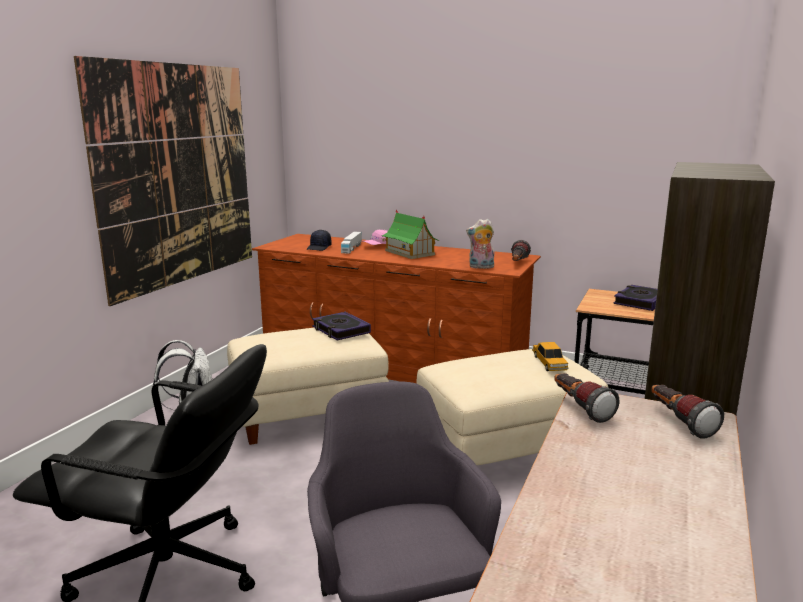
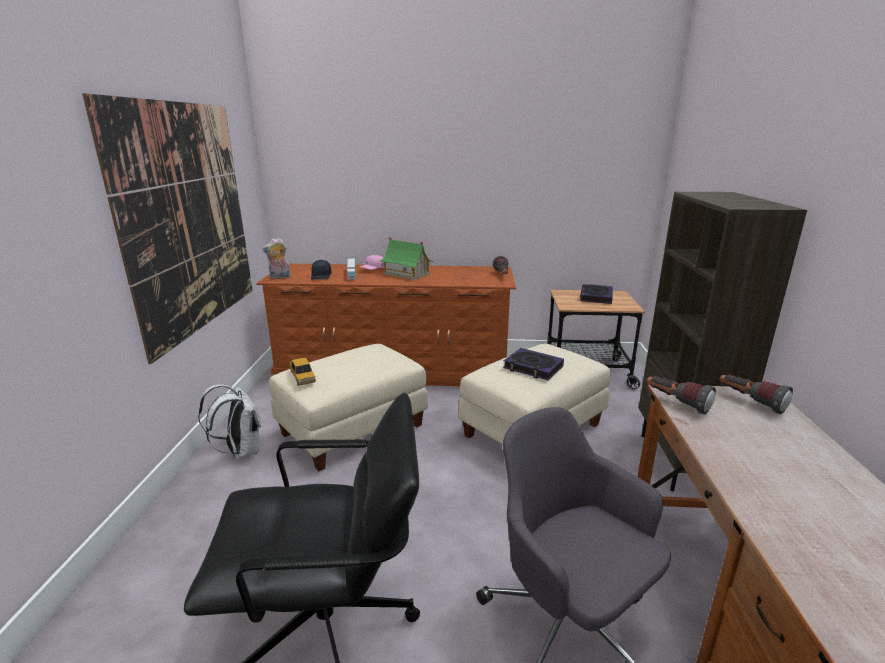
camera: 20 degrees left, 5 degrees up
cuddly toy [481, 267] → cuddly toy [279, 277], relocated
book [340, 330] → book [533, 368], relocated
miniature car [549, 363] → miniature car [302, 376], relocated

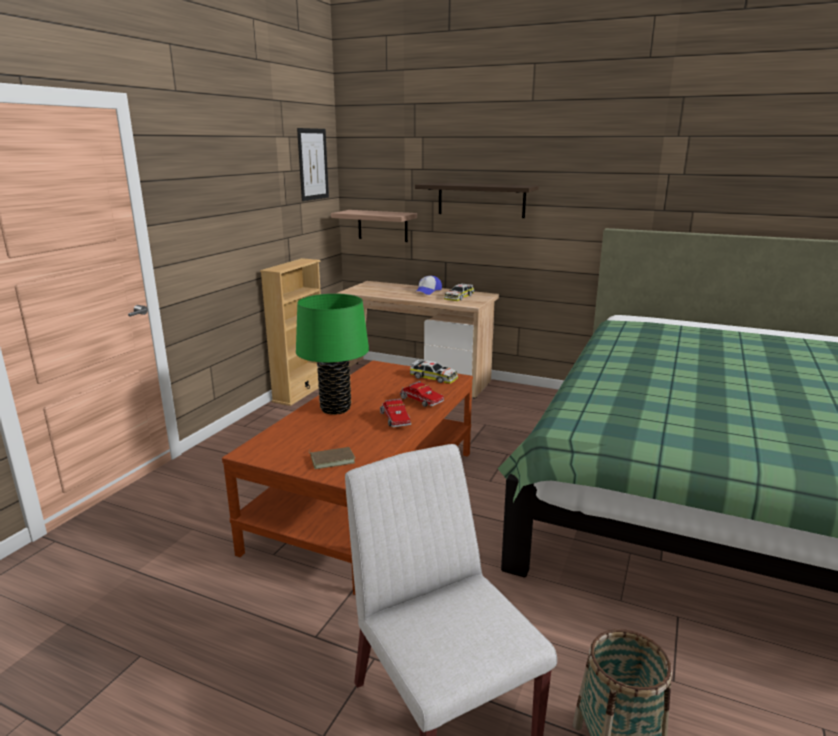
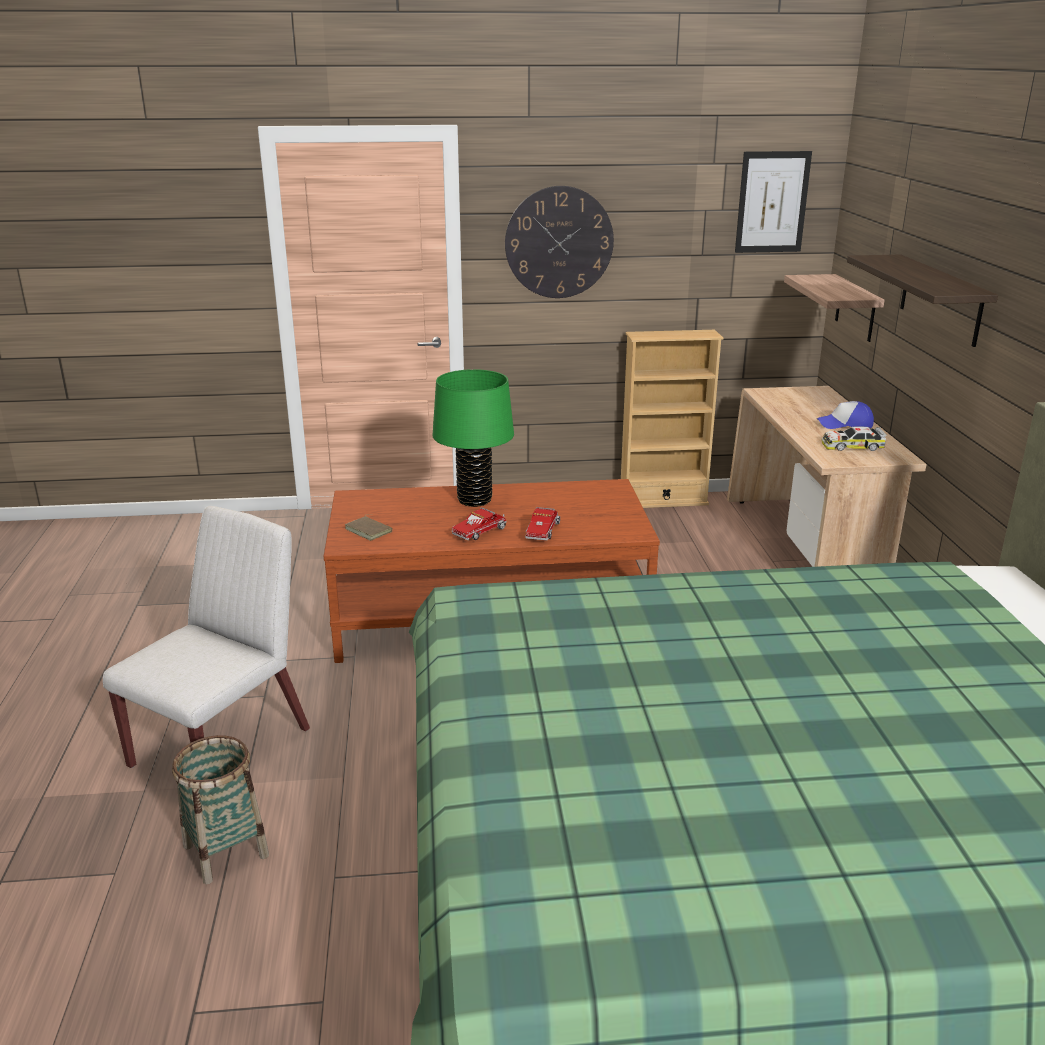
camera: 60 degrees right, 5 degrees up
miniature car [433, 377] → -
- → hanging clock [559, 242]

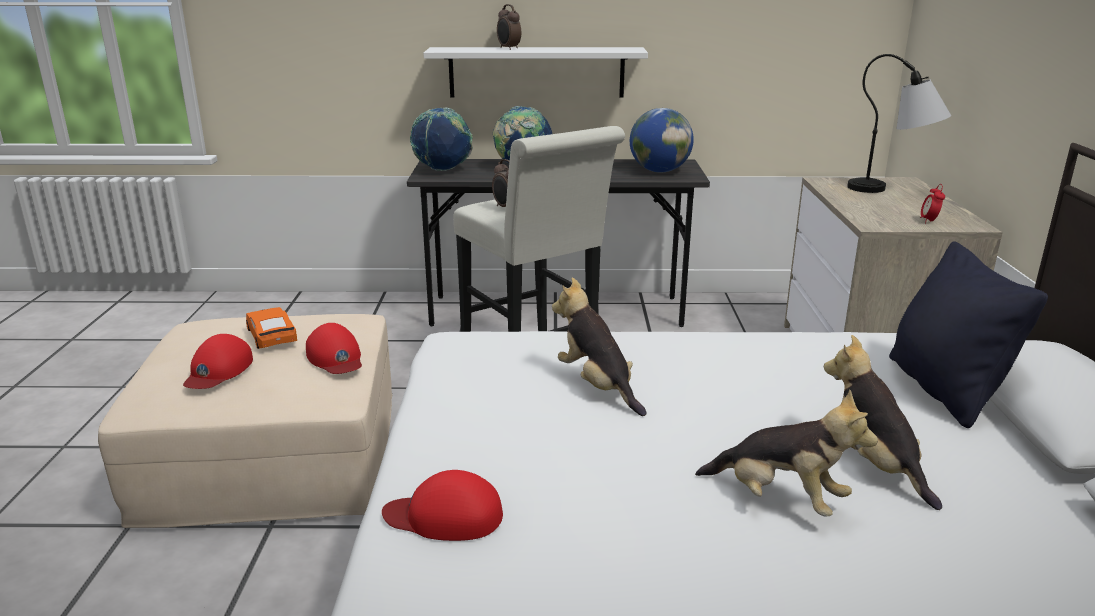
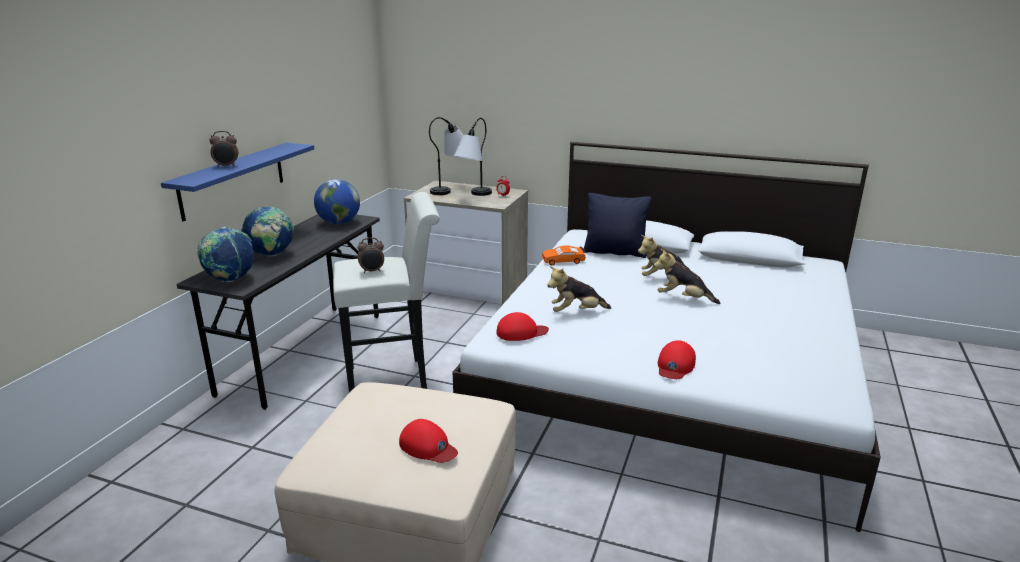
camera: 70 degrees left, 0 degrees up
shelf (white-coloured) [536, 72] → shelf (blue-coloured) [233, 180]
miniature car (orange-coloured) [271, 336] → miniature car (orange-coloured) [563, 260], relocated
baseball cap (reddish) [335, 357] → baseball cap (reddish) [521, 332], relocated
cuddly toy [780, 499] → cuddly toy [683, 299], 120 degrees counterclockwise
- → lamp for a table [473, 196]

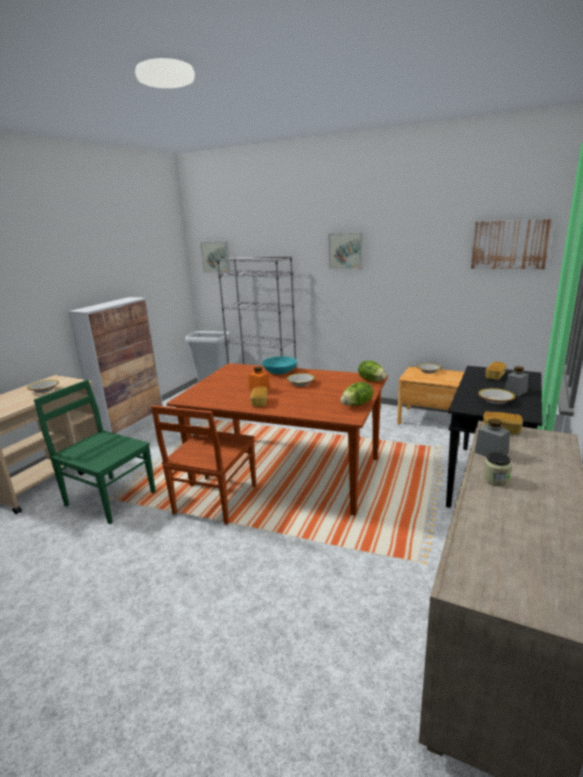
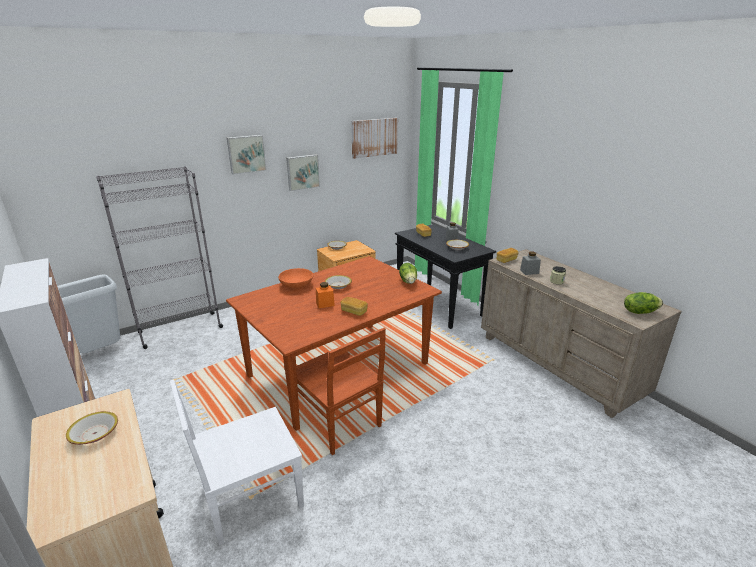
camera: 60 degrees left, 5 degrees up
wall picture [216, 257] → wall picture [302, 172], relocated
bowl (turquoise-coloured) [279, 372] → bowl (orange-coloured) [296, 285]
lettuce head [371, 380] → lettuce head [639, 312], relocated
upright chair (green-coloured) [109, 498] → upright chair (white-coloured) [249, 498]

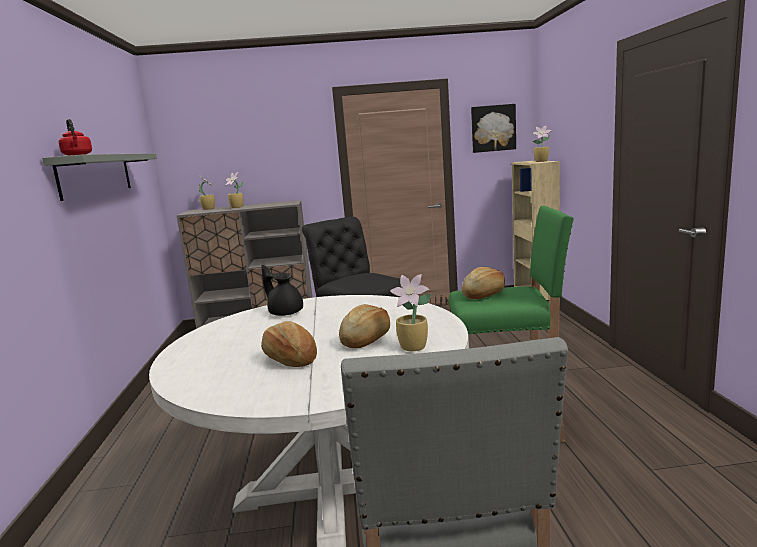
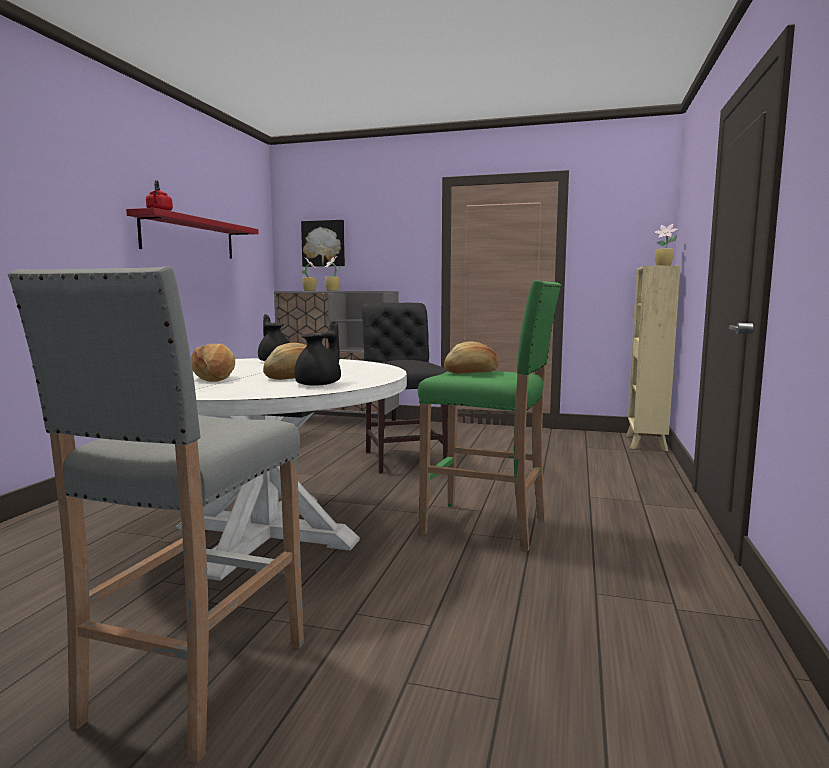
camera: 20 degrees right, 5 degrees down
wall picture [493, 128] → wall picture [323, 243], relocated
shelf (grey) [96, 175] → shelf (reddish) [189, 237]
houseplant [414, 347] → pot for tea (black) [320, 384]

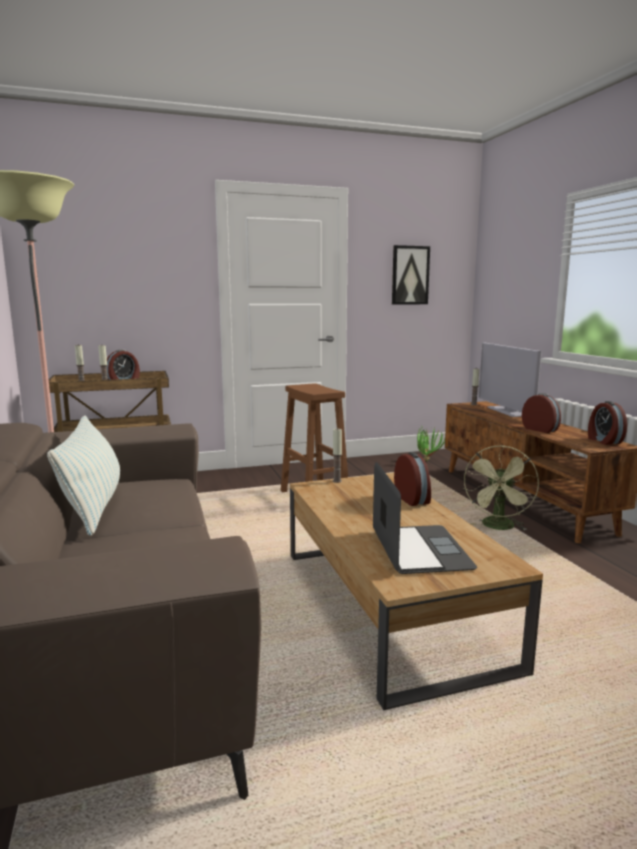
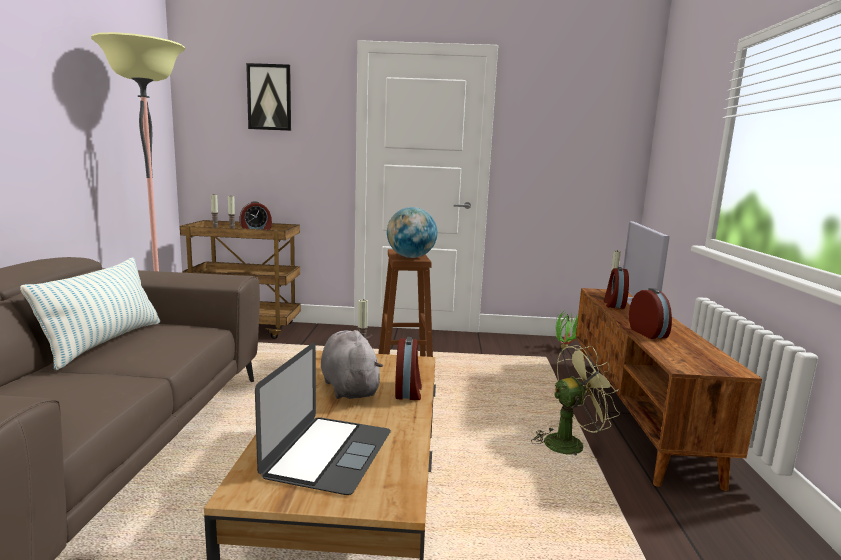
camera: 20 degrees right, 0 degrees up
wall picture [410, 275] → wall picture [269, 97], relocated
bedside clock [603, 441] → bedside clock [613, 304], relocated
fan (green-coloured) [498, 527] → fan (green-coloured) [570, 443], 150 degrees counterclockwise
- → world globe [410, 257]
- → cuddly toy (grey) [349, 387]

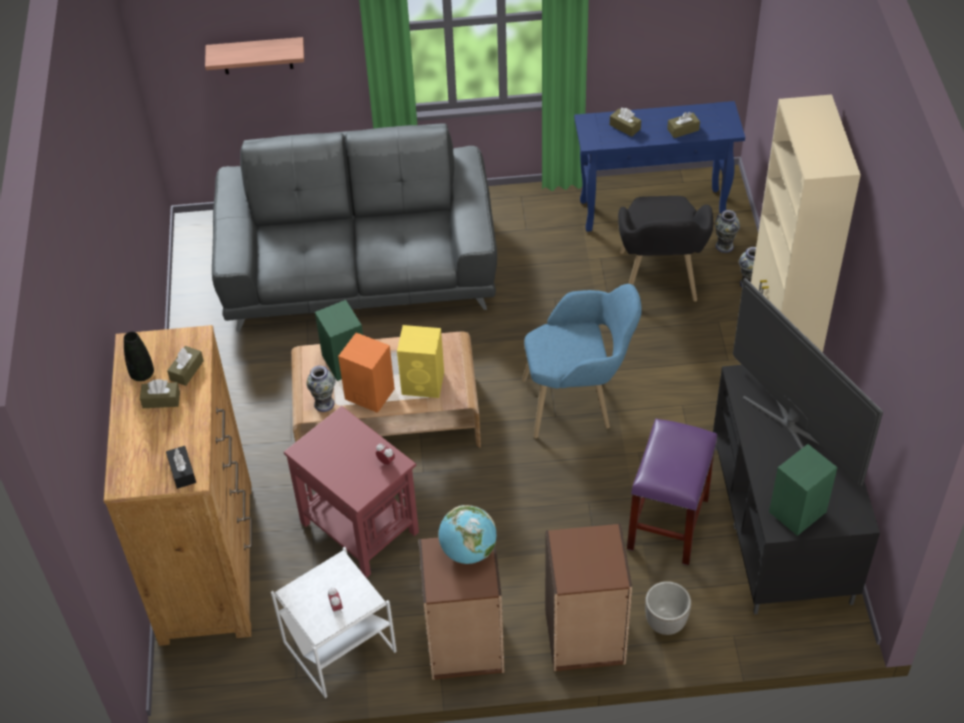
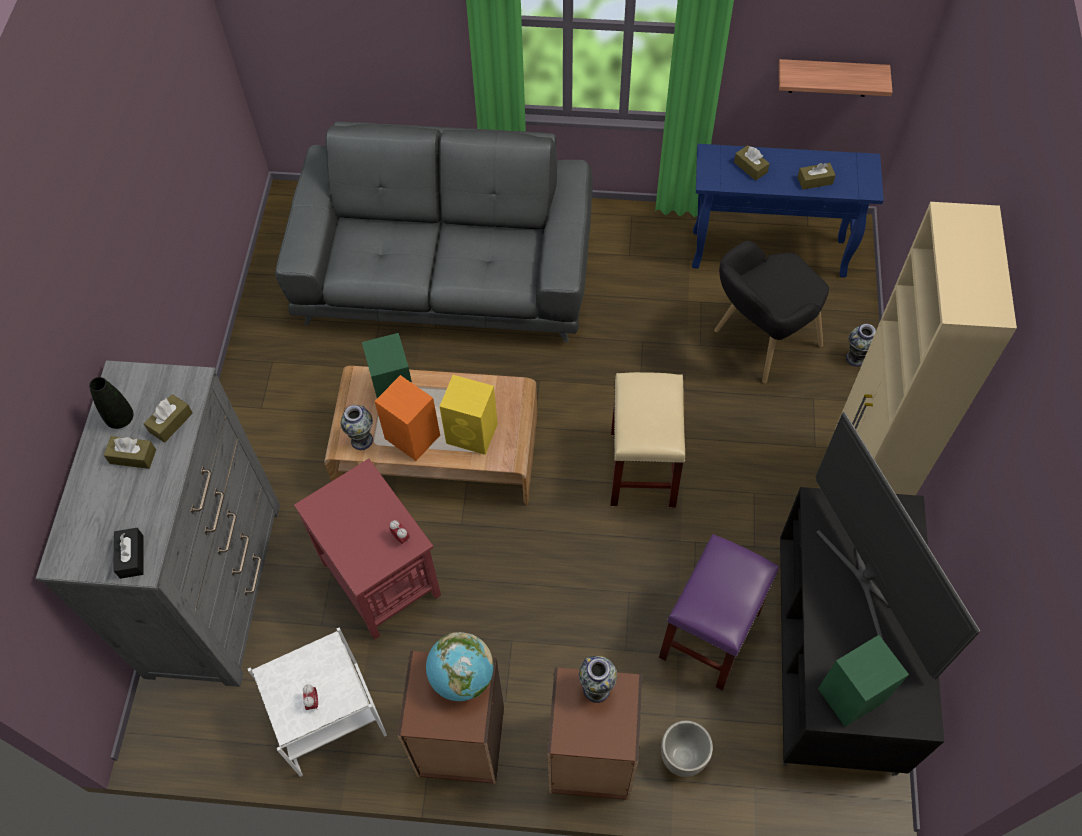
camera: 10 degrees right, 10 degrees up
shelf [257, 55] → shelf [830, 78], relocated
lounge chair (black) [658, 286] → lounge chair (black) [757, 345], 45 degrees clockwise
vase [724, 246] → vase [596, 689], relocated
lounge chair (blue-coloured) [579, 402] → sitting stool (beige-coloured) [643, 469]
dresser (brown) [207, 560] → dresser (grey) [216, 587]

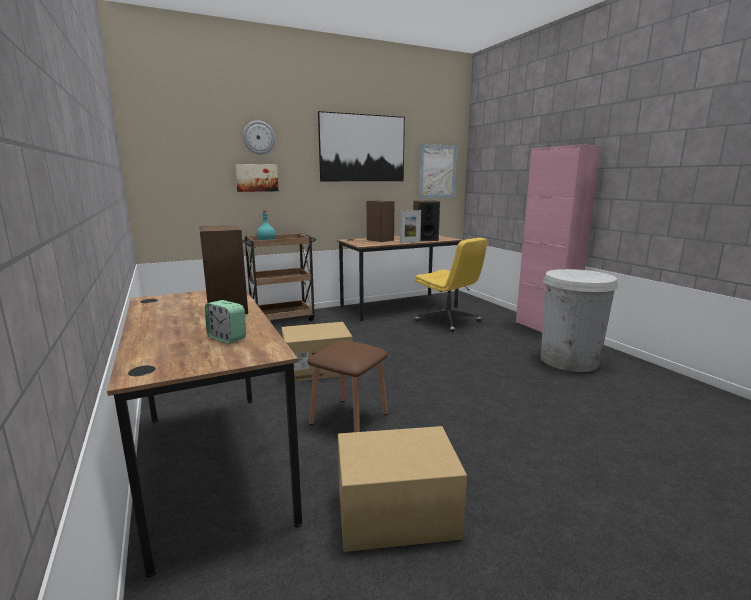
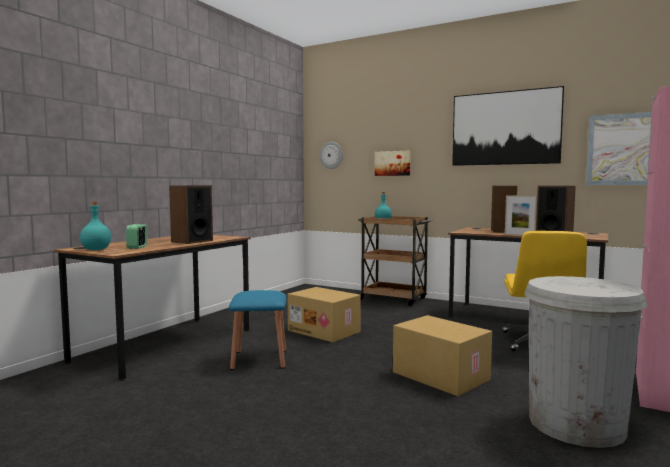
camera: 55 degrees right, 10 degrees down
hanging clock [259, 137] → hanging clock [331, 155], relocated
sitting stool (brown) [349, 418] → sitting stool (blue-coloured) [259, 359]
packing box [396, 515] → packing box [439, 376], relocated
- → beverage bottle (turquoise-coloured) [96, 250]

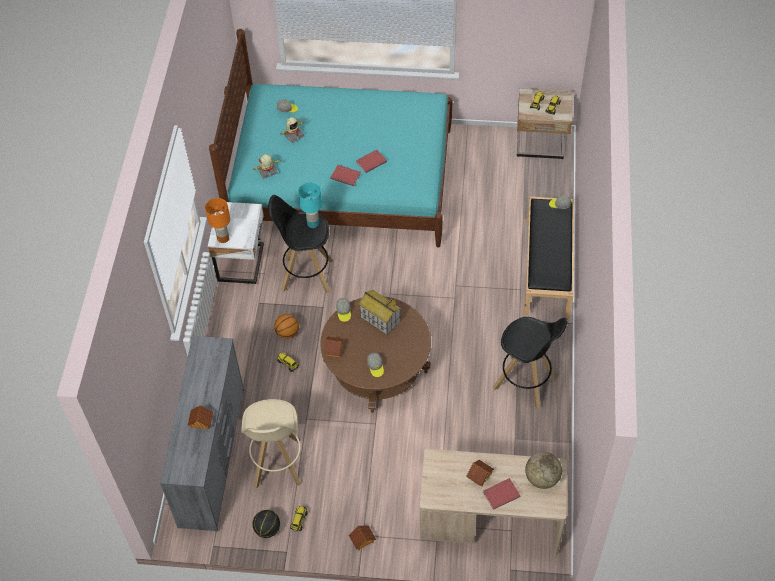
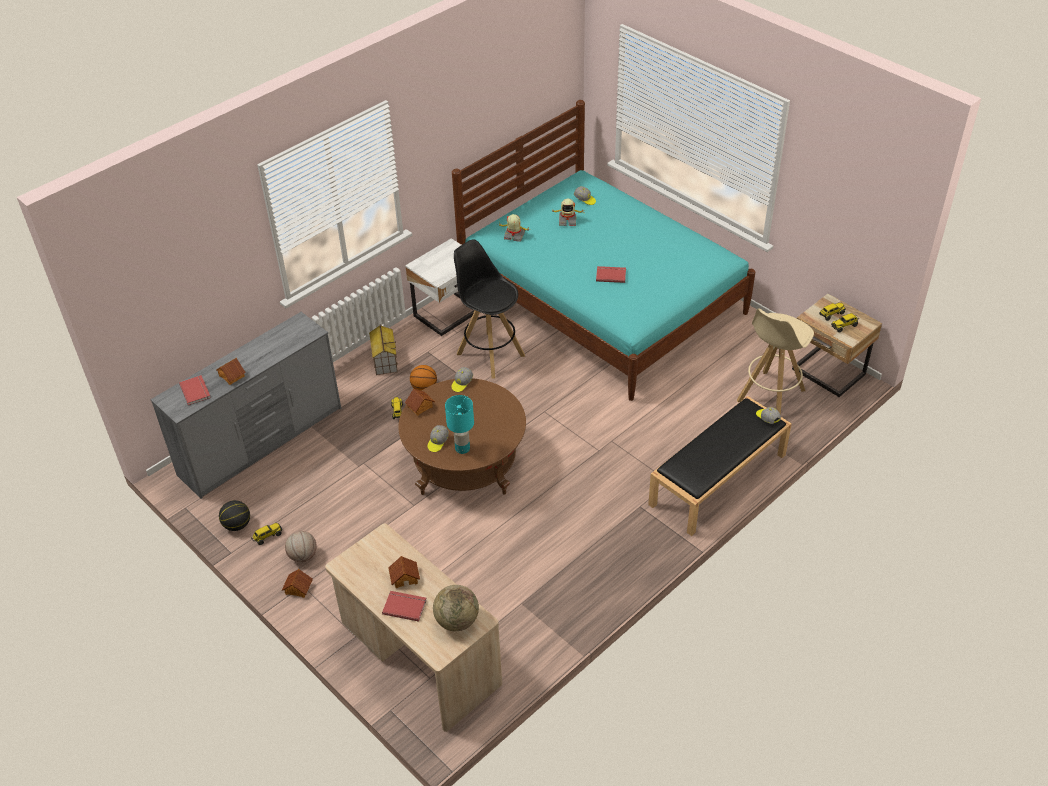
camera: 40 degrees right, 10 degrees down
book (reddish) [345, 175] → book (reddish) [196, 390], relocated
lamp for a table (turquoise-coloured) [312, 223] → lamp for a table (turquoise-coloured) [462, 448], relocated
lamp for a table (orange-coloured) [223, 238] → -
miniature house [379, 319] → miniature house [384, 361], relocated
sitting stool (black) [526, 383] → -
sitting stool (beige-coloured) [277, 463] → sitting stool (beige-coloured) [770, 396], relocated
- → basketball [303, 556]

